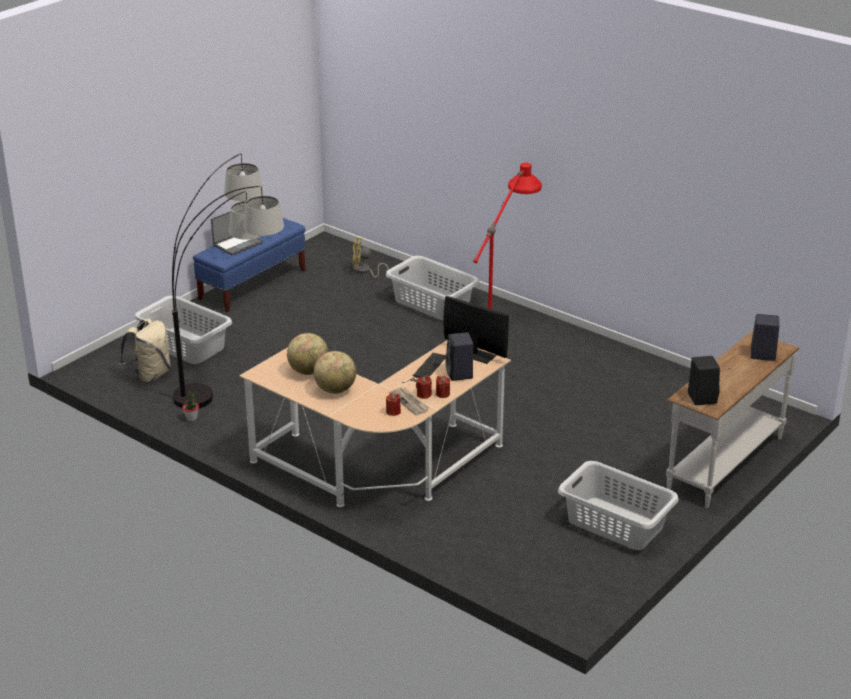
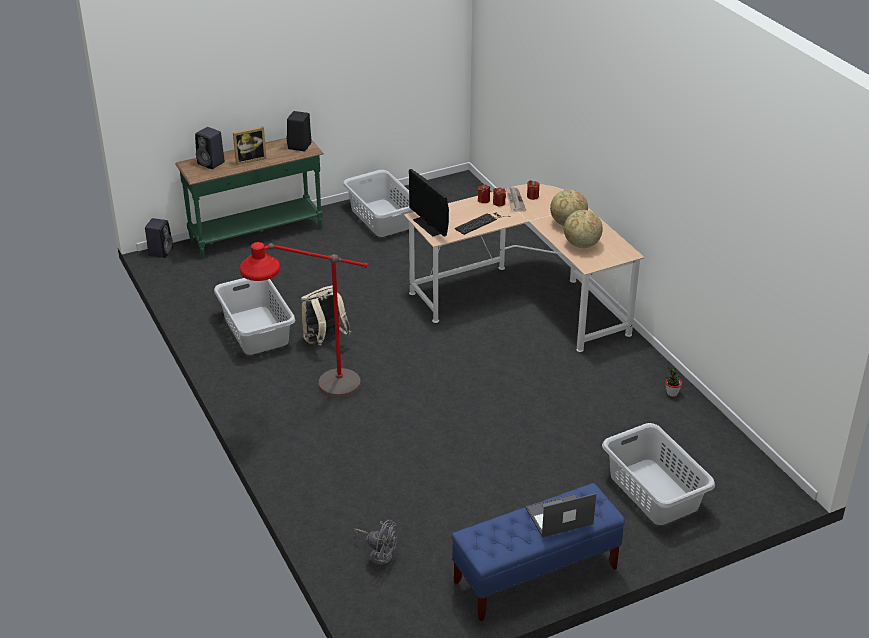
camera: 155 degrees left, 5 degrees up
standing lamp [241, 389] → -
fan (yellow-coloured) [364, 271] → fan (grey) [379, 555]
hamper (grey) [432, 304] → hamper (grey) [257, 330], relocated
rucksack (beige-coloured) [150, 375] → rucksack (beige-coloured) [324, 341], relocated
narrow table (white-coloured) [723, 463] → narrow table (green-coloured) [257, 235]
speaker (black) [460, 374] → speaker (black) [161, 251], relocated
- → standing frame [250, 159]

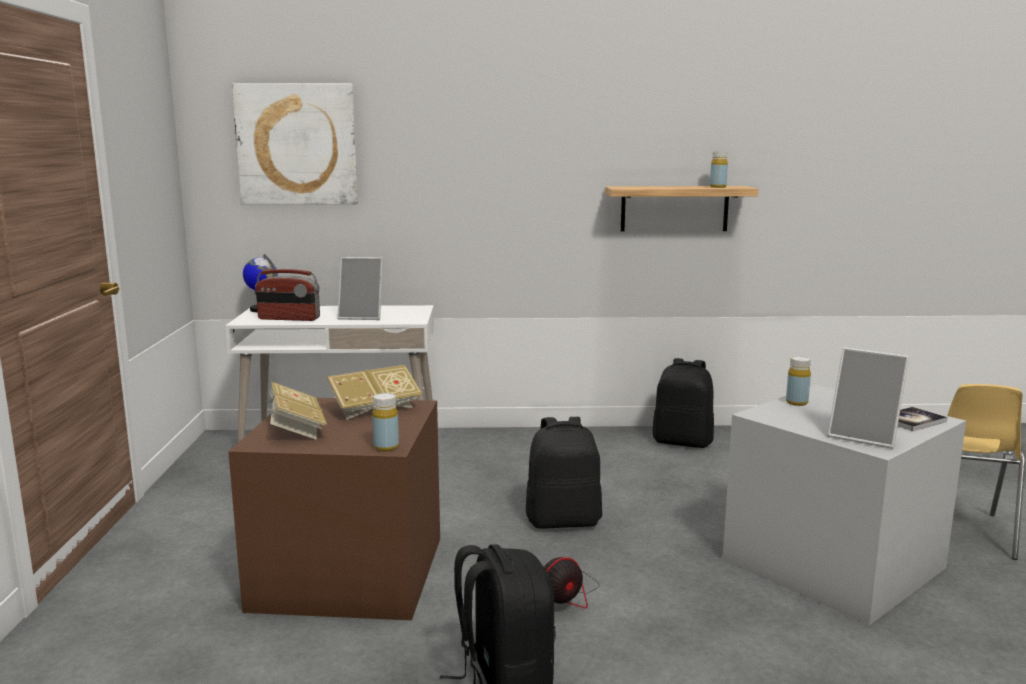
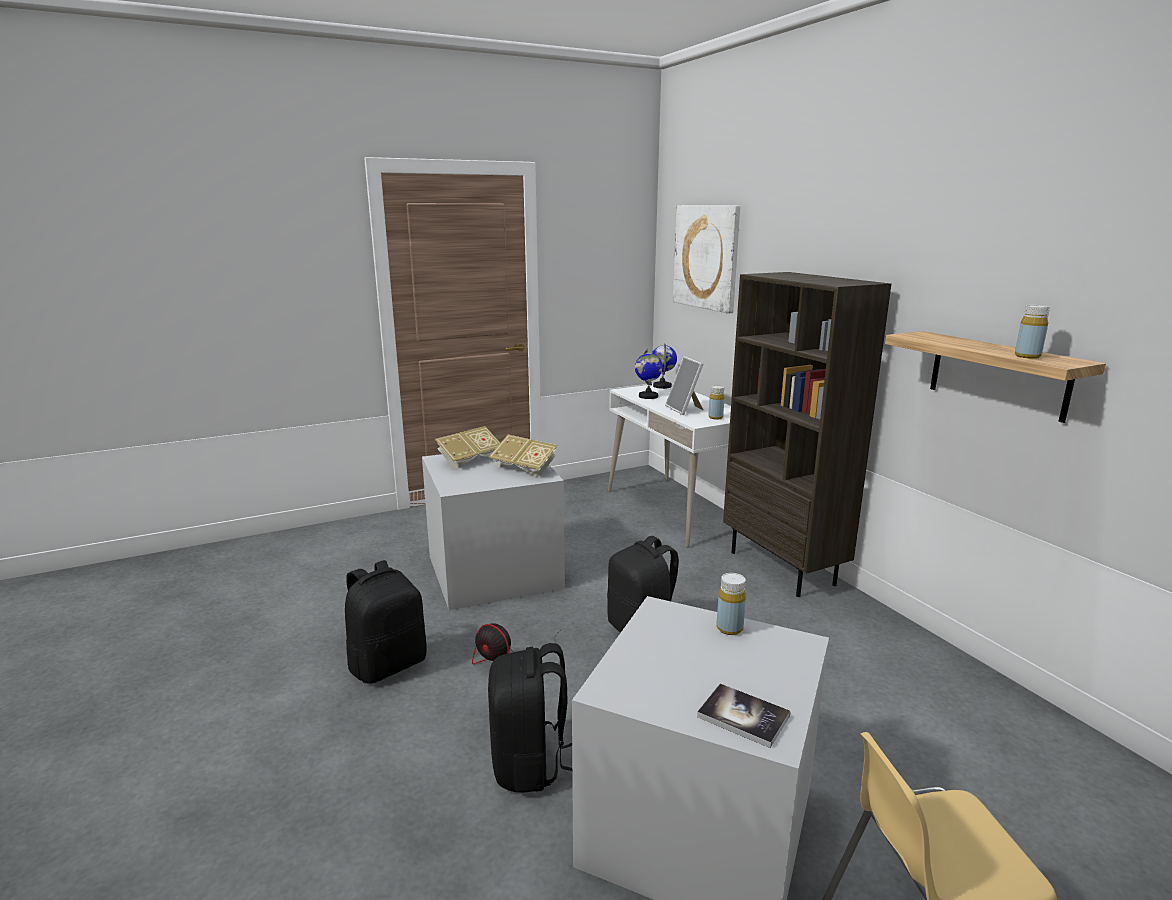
camera: 65 degrees right, 5 degrees up
radio receiver [289, 319] → world globe [648, 396]
standing frame [865, 437] → -
rucksack (black) [683, 442] → rucksack (black) [530, 764], relocated
beverage bottle (yellow-coloured) [386, 447] → beverage bottle (yellow-coloured) [715, 417], relocated
storage bin (brown) [351, 574] → storage bin (grey) [493, 573]
- → bookcase (brown) [783, 568]

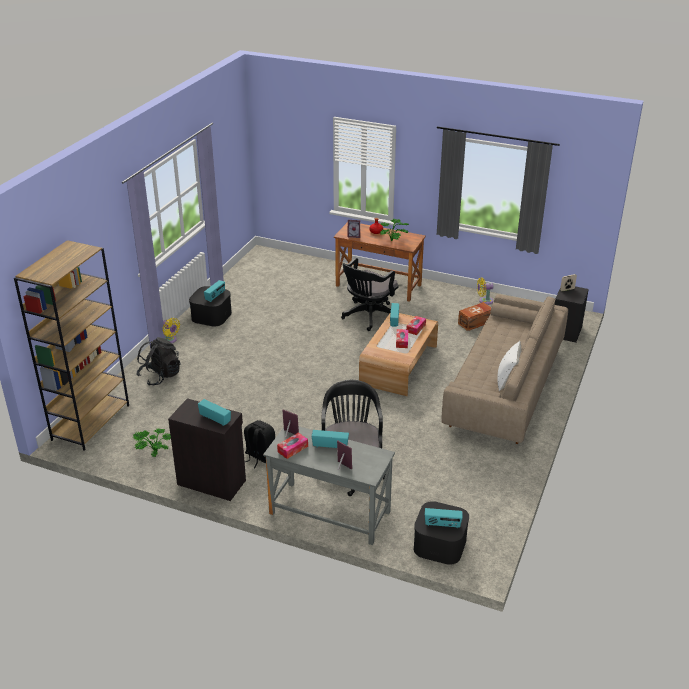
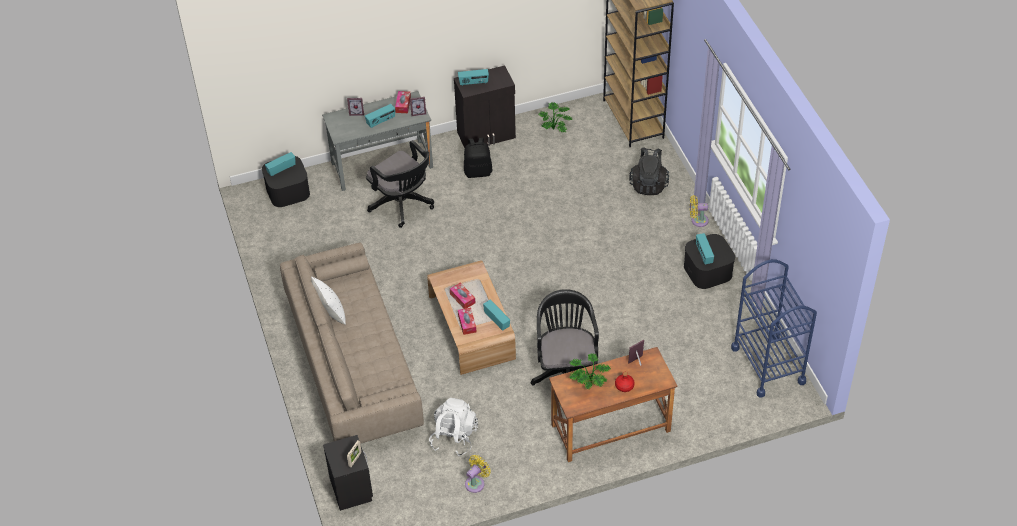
camera: 140 degrees right, 15 degrees up
storage bin (brown) [475, 323] → rucksack (white-coloured) [454, 437]
- → cart (blue-coloured) [768, 365]

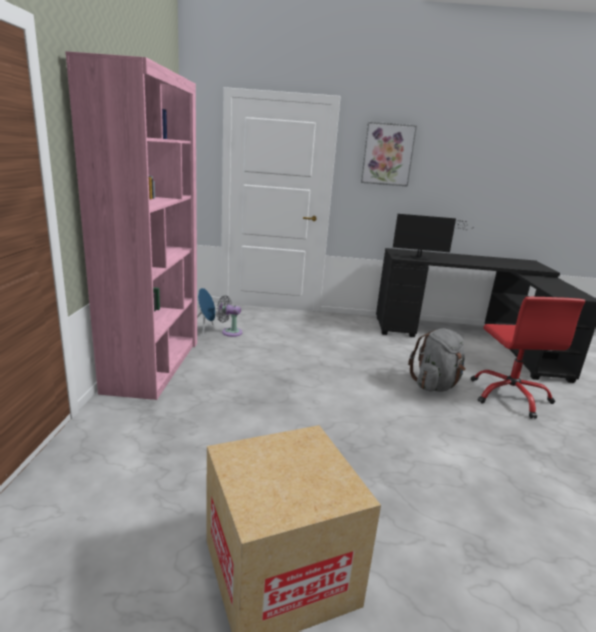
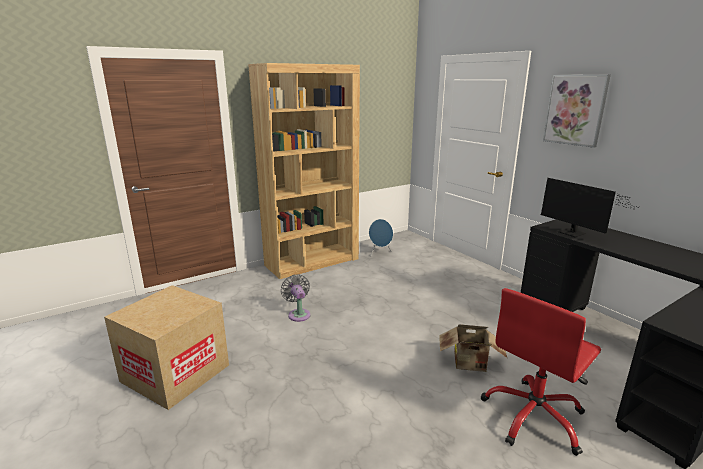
camera: 55 degrees right, 0 degrees up
bookcase (pink) [154, 365] → bookcase (brown) [312, 262]
fan (grey) [229, 332] → fan (grey) [298, 314], relocated
rucksack (grey) [435, 385] → packing box [471, 364]

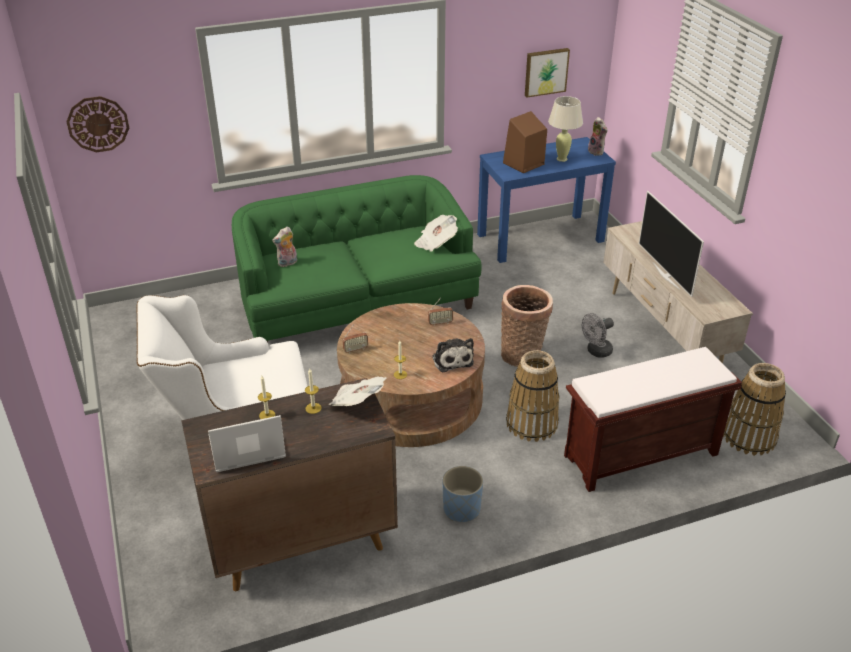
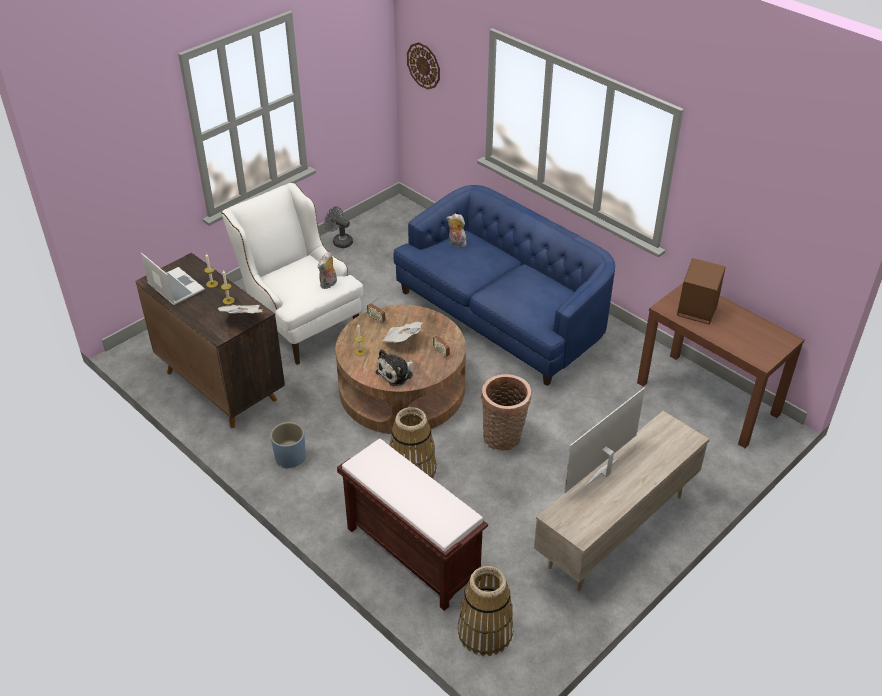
camera: 65 degrees right, 5 degrees up
wall picture [545, 71] → -
lamp for a table (beige-coloured) [562, 159] → -
cuddly toy [597, 152] → cuddly toy [329, 284], relocated
narrow table (blue-coloured) [540, 237] → narrow table (brown) [708, 398]
sofa (green-coloured) [355, 302] → sofa (blue-coloured) [503, 316]
daily paper [435, 243] → daily paper [402, 340], relocated
fan (grey) [596, 352] → fan (grey) [340, 241], relocated

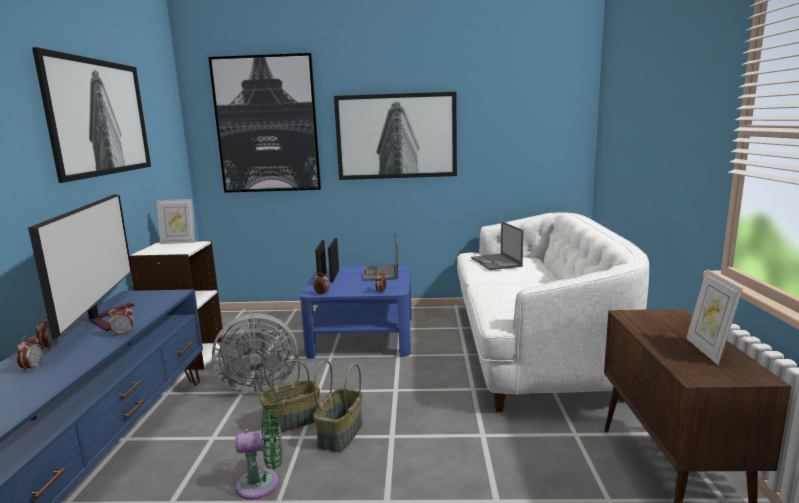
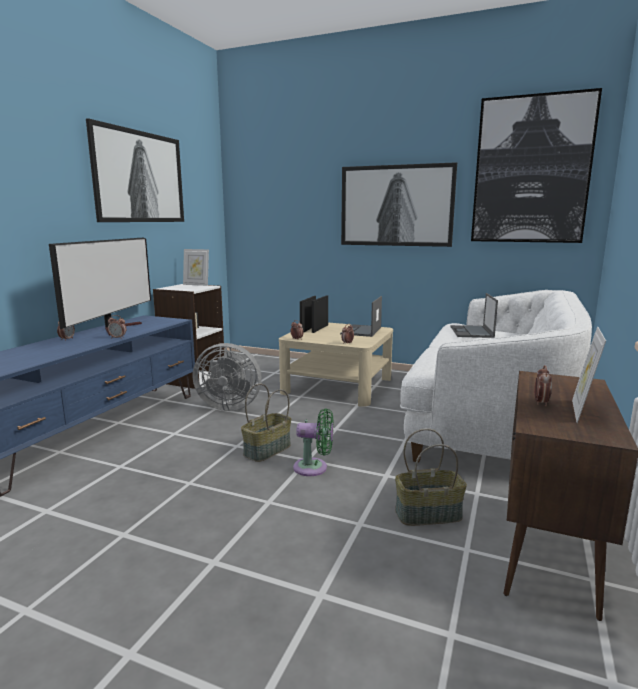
camera: 20 degrees right, 0 degrees up
wall picture [267, 125] → wall picture [531, 170], relocated
low table (blue-coloured) [362, 336] → low table (beige-coloured) [338, 386]
bedside clock [33, 368] → bedside clock [540, 403], relocated
storage basket [293, 420] → storage basket [428, 514], relocated
fan (green-coloured) [263, 484] → fan (green-coloured) [314, 468], relocated

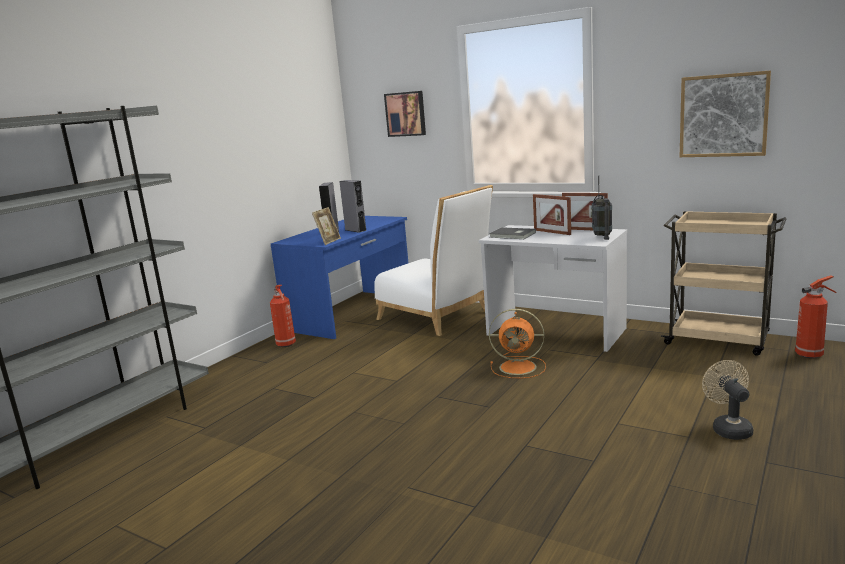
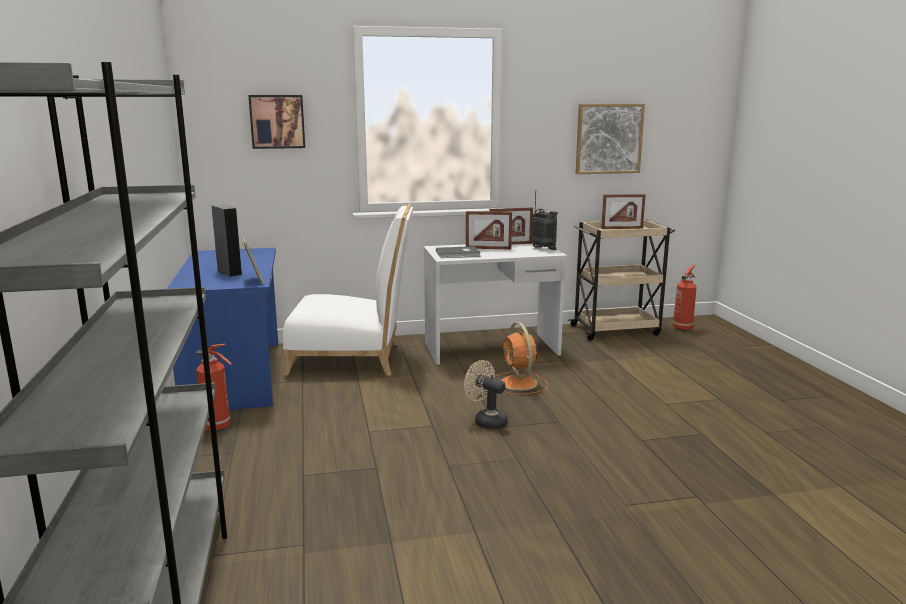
camera: 45 degrees left, 0 degrees up
speaker (grey) [355, 230] → -
fan (orange-coloured) [519, 367] → fan (orange-coloured) [519, 384], 105 degrees clockwise
fan (beige-coloured) [728, 428] → fan (beige-coloured) [486, 421], relocated
- → standing frame [622, 228]

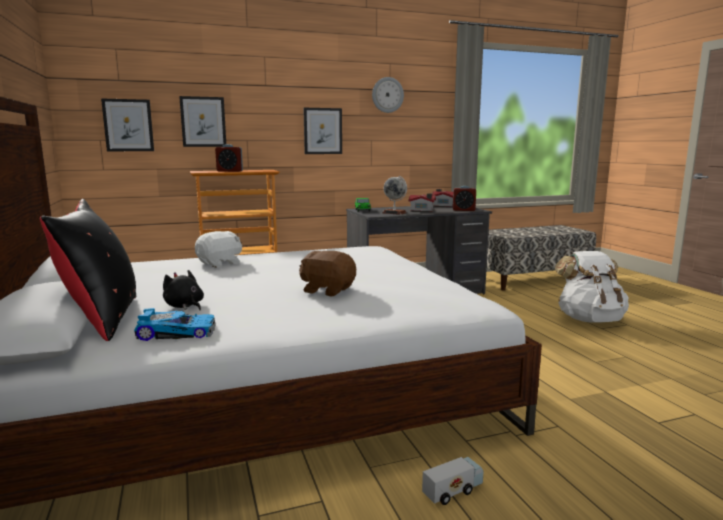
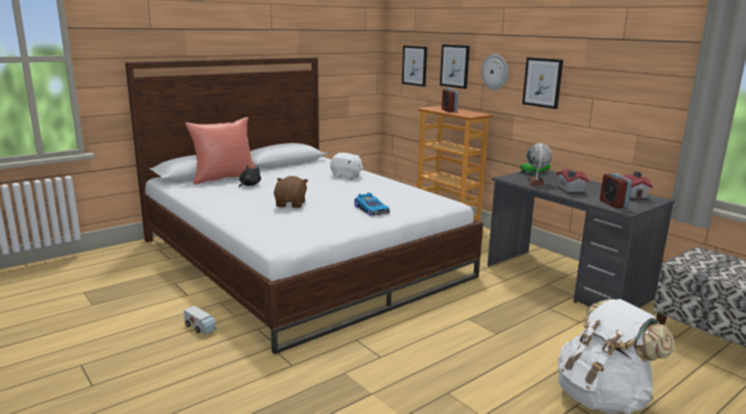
camera: 70 degrees right, 5 degrees up
hanging clock [387, 95] → hanging clock [495, 72], relocated
cushion (black) [102, 318] → cushion (reddish) [224, 177]
miniature car [177, 332] → miniature car [372, 209], relocated

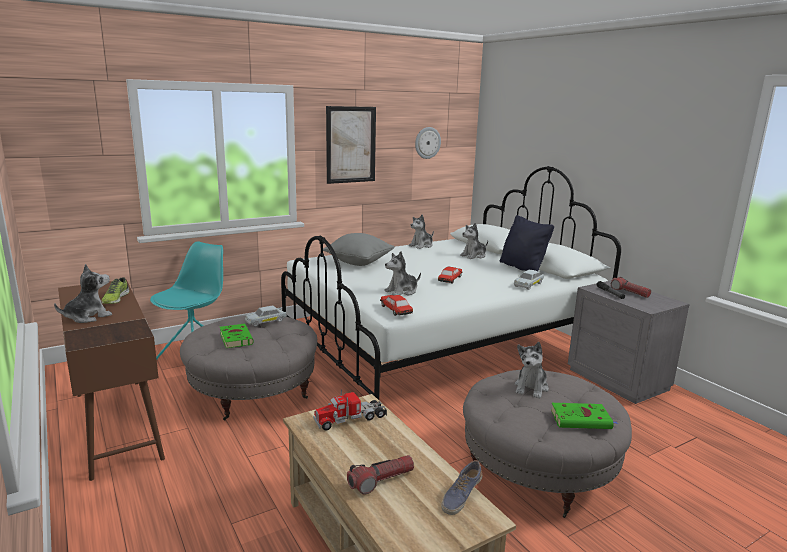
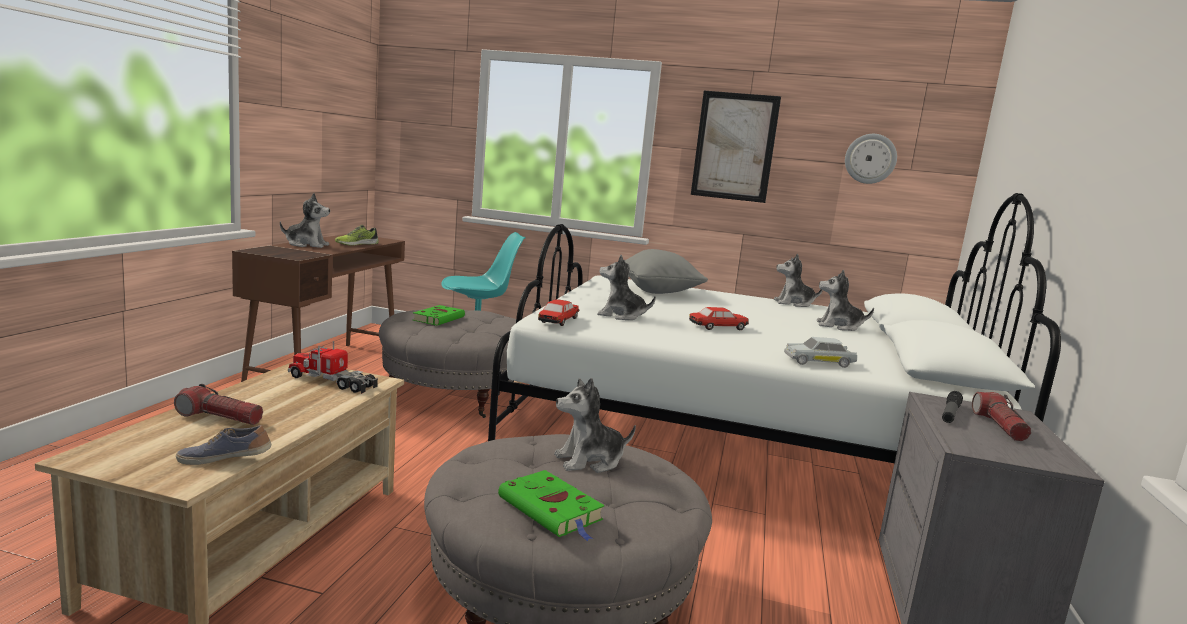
camera: 45 degrees right, 5 degrees down
cushion (black) [522, 268] → -
miniature car (white-coloured) [266, 321] → -

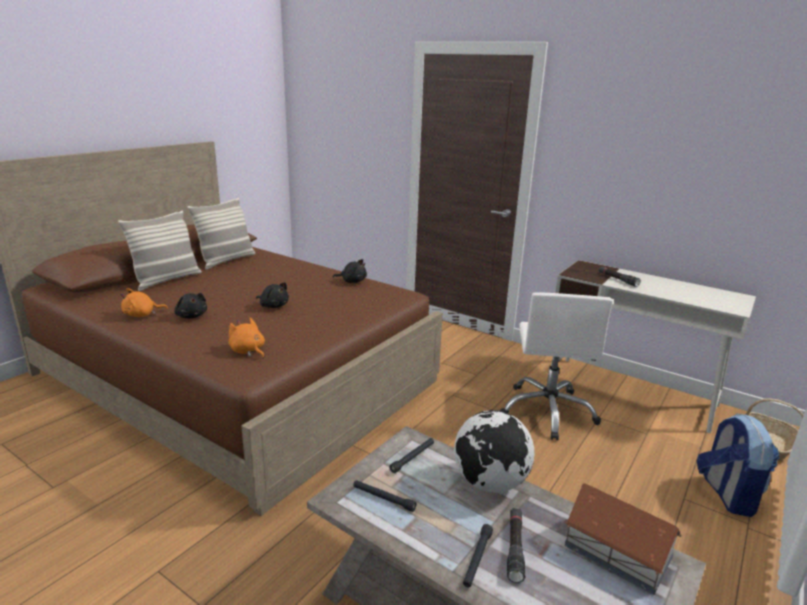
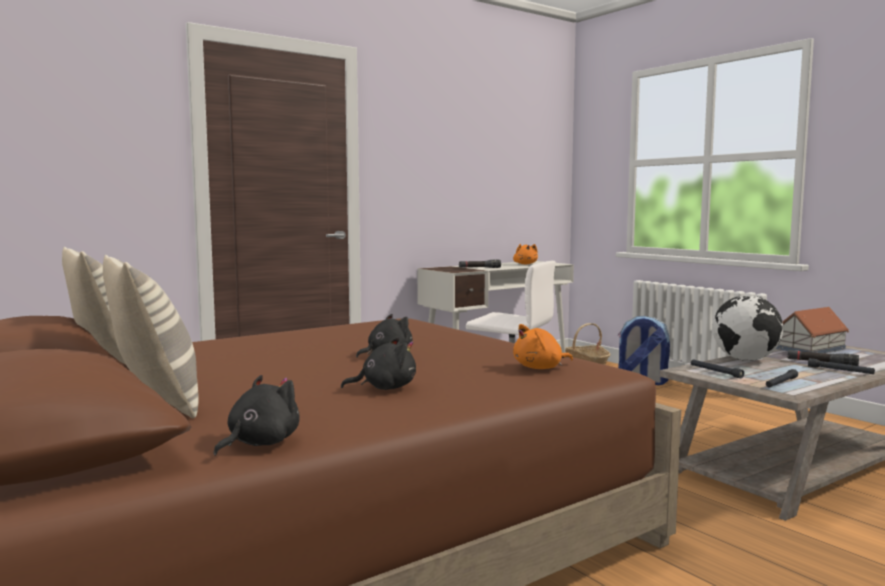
camera: 70 degrees left, 15 degrees down
cuddly toy (black) [352, 281] → cuddly toy (black) [259, 443], relocated
cuddly toy (orange-coloured) [142, 315] → cuddly toy (orange-coloured) [525, 264], relocated

